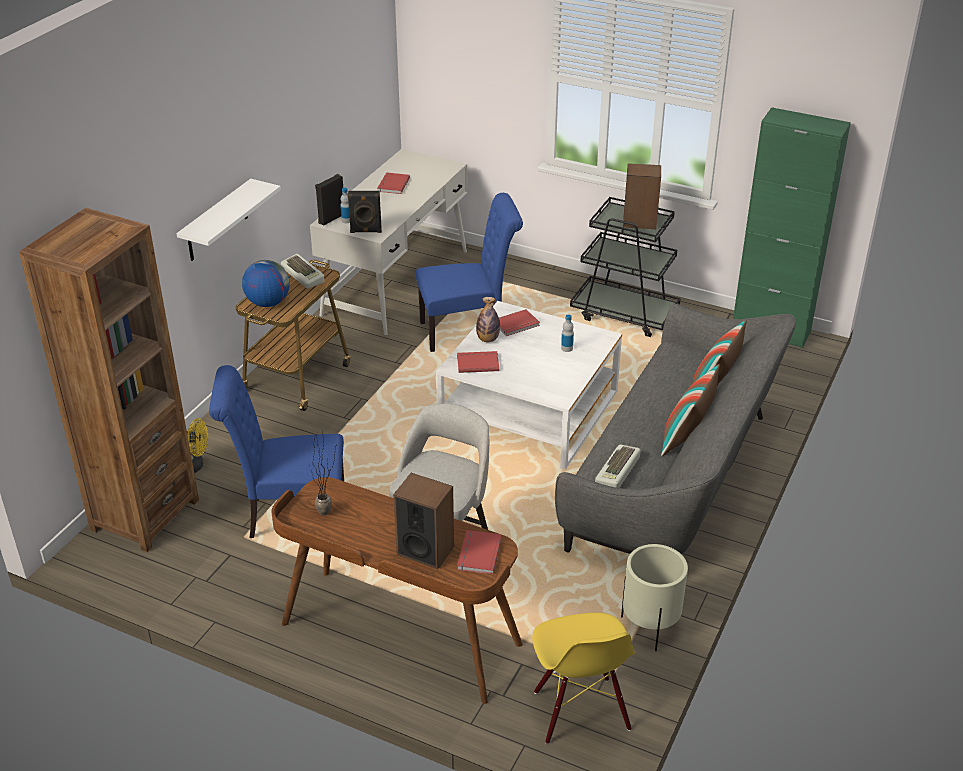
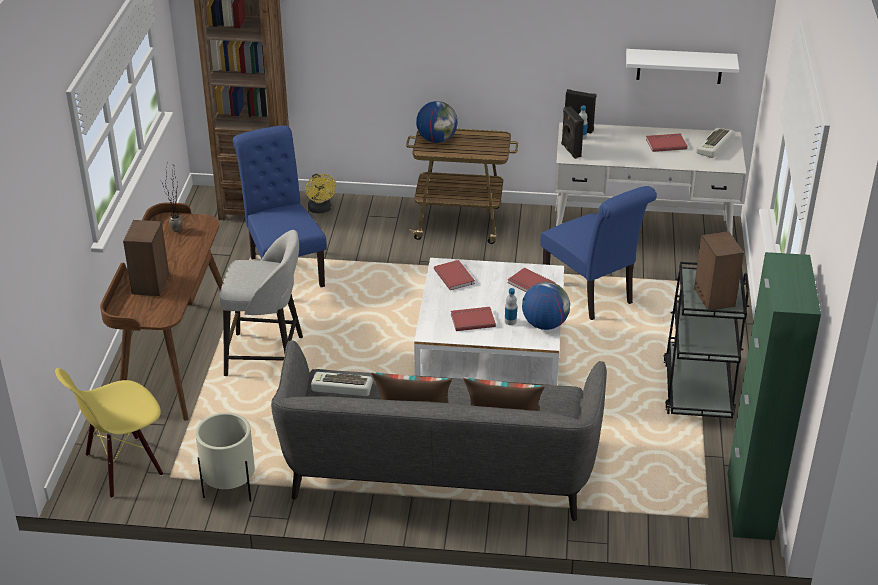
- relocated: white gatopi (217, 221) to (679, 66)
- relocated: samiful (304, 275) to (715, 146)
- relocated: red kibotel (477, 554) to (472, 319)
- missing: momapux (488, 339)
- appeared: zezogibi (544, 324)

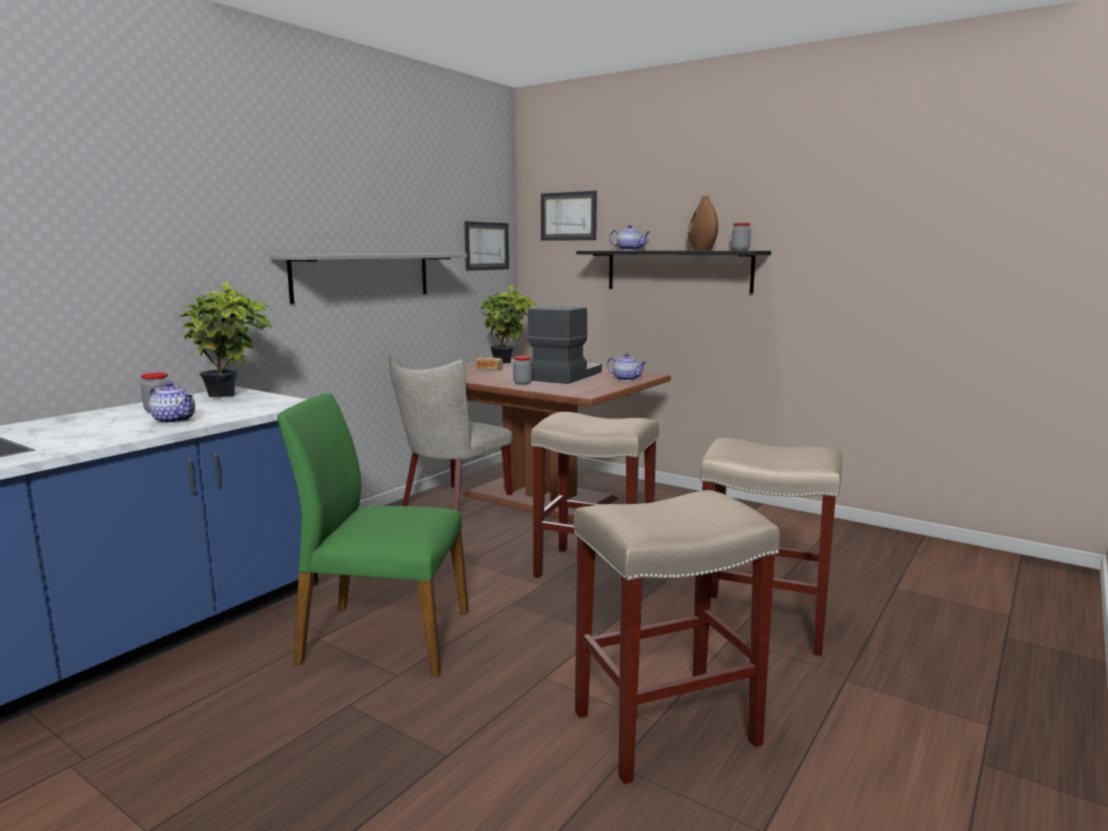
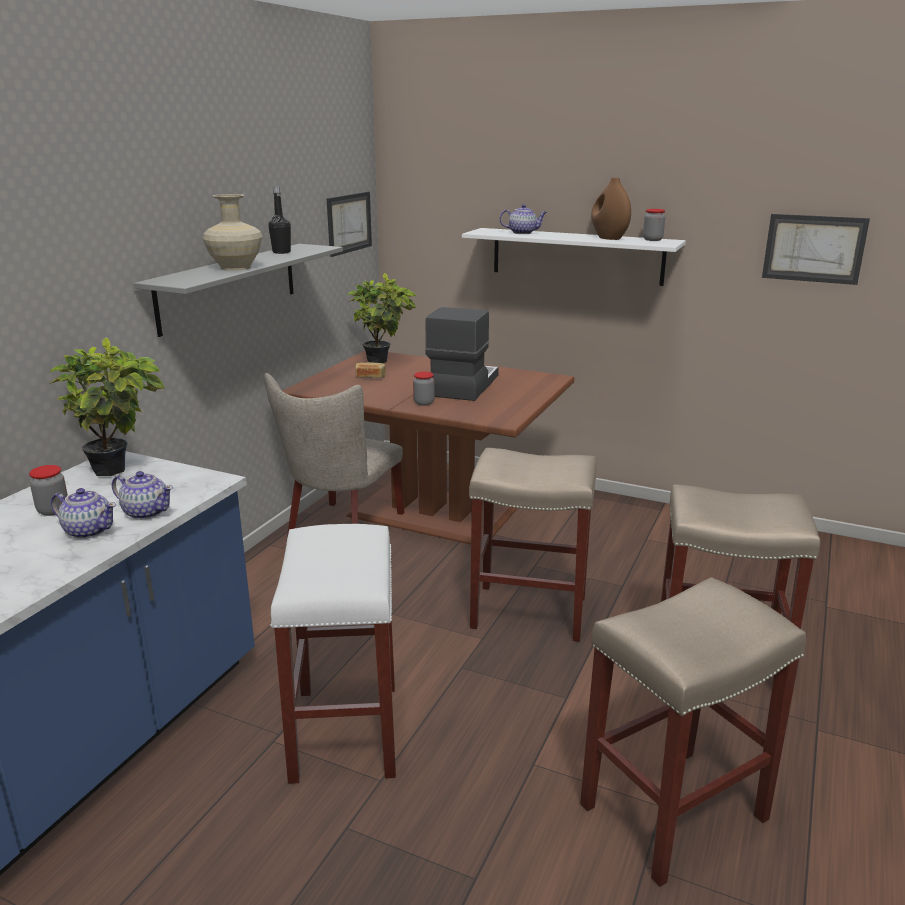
- exchanged: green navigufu (383, 637) to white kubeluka (344, 730)
- relocated: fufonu (568, 216) to (814, 248)
- colour: black gatopi (678, 270) to white gatopi (576, 256)
- relocated: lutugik (626, 379) to (146, 512)
- appeared: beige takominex (235, 268)
- appeared: black momapux (281, 252)

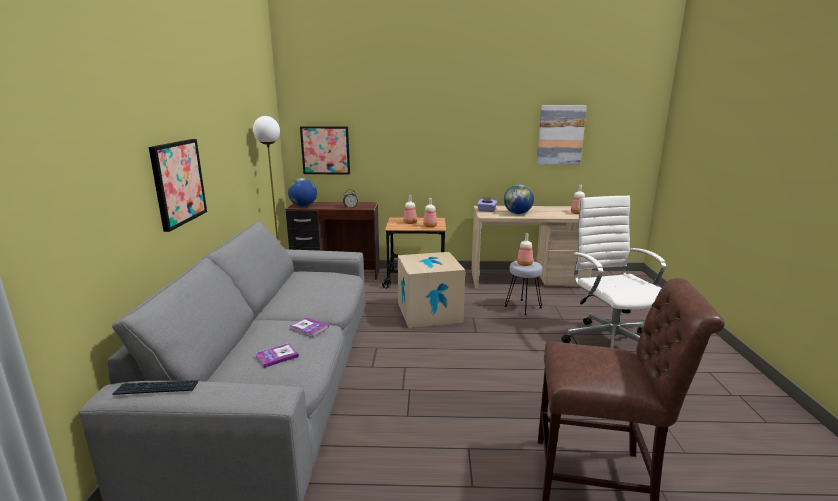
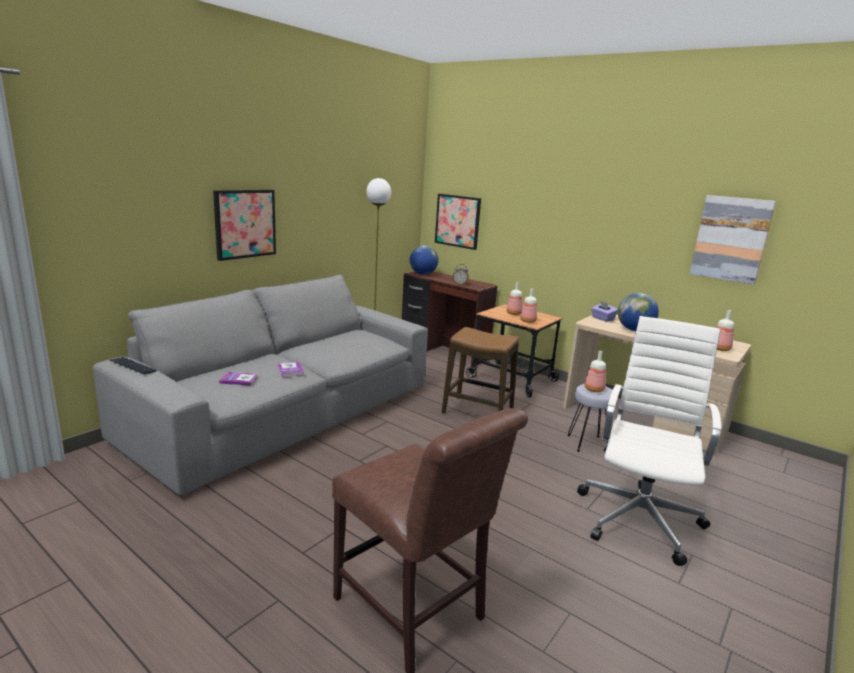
- exchanged: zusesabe (429, 313) to kubeluka (478, 412)

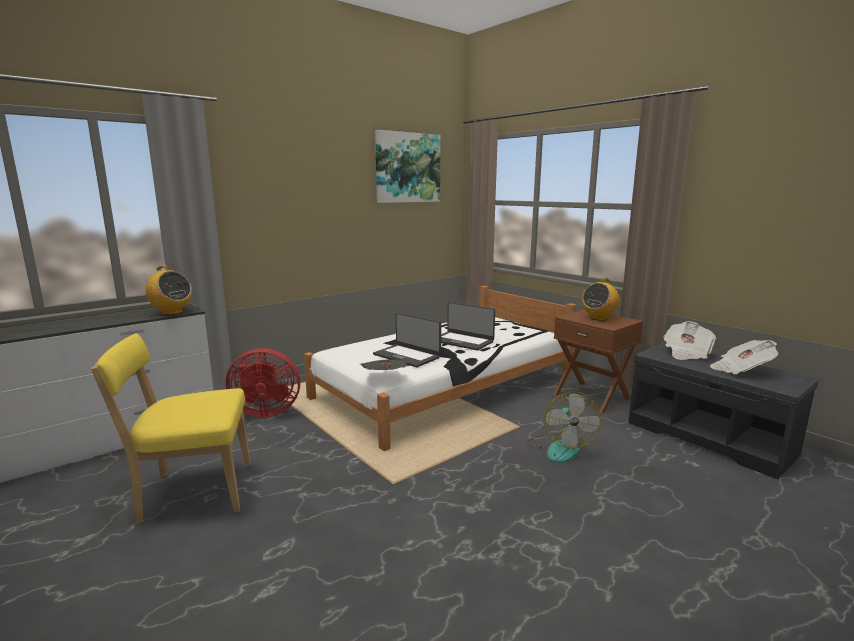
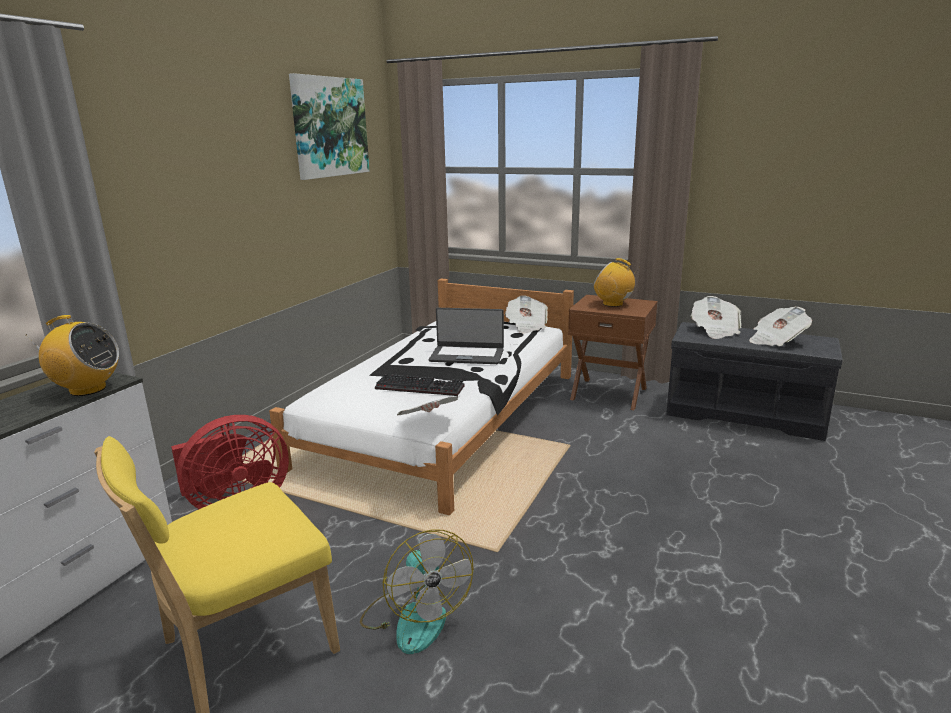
- exchanged: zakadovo (407, 356) to samiful (421, 387)
- relocated: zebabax (559, 448) to (415, 616)
- spun: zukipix (598, 318) = (613, 304) 105 degrees clockwise
- appeared: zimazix (526, 326)

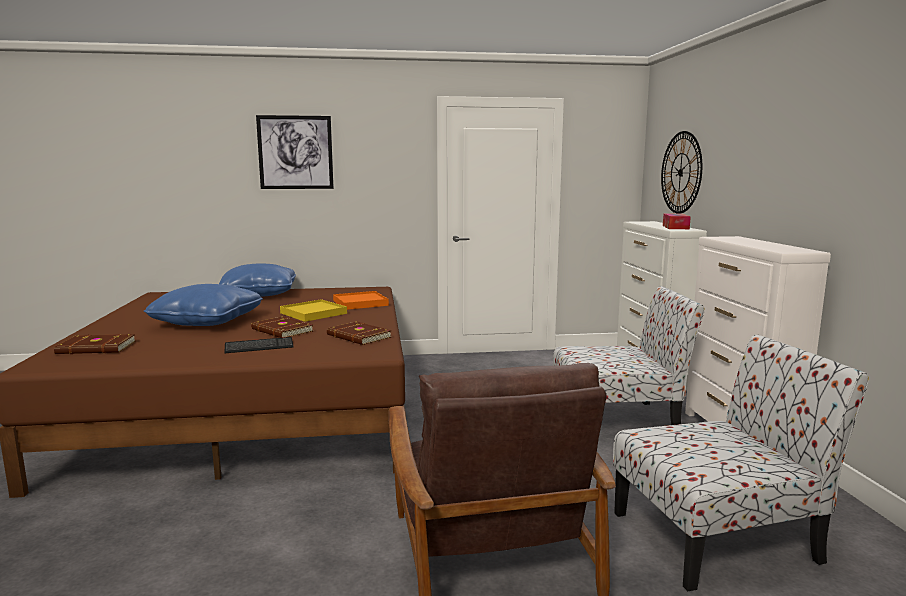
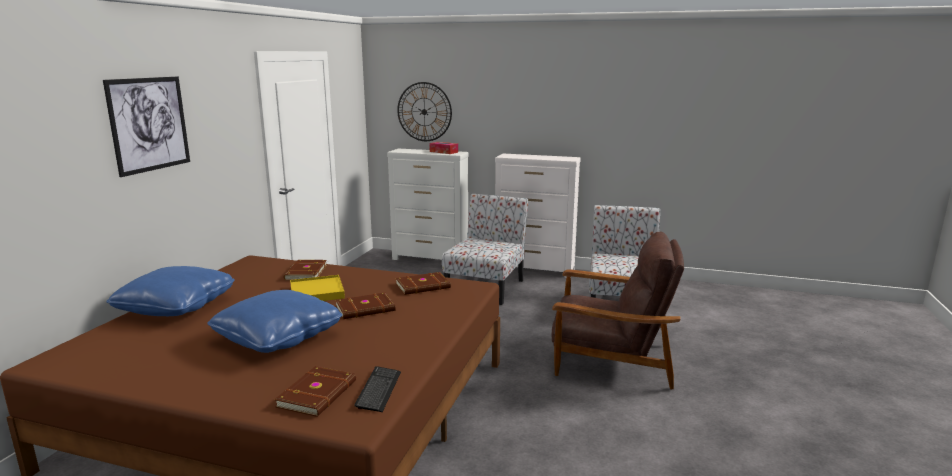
- relocated: samiful (259, 347) to (378, 390)
- exchanged: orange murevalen (360, 303) to brown kibotel (305, 272)

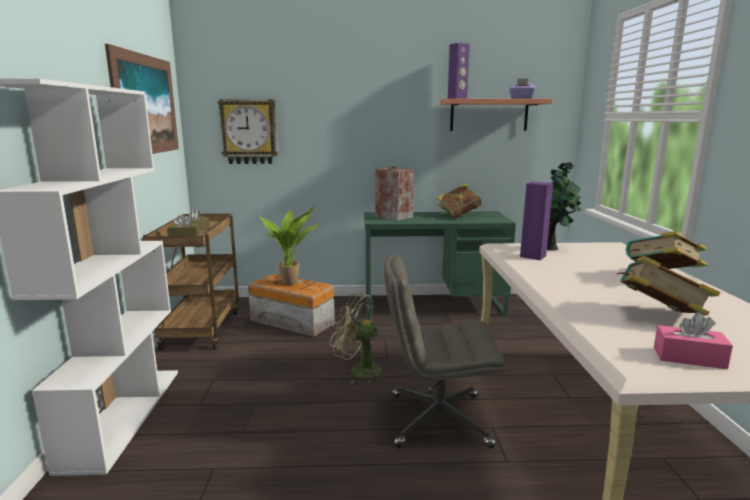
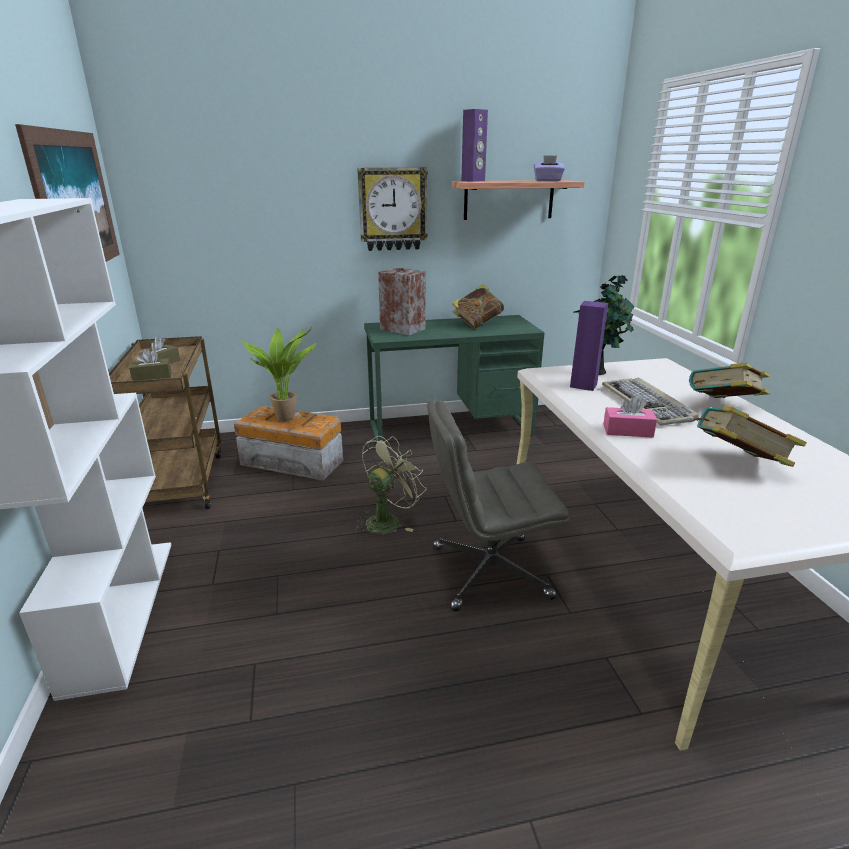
- relocated: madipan (249, 132) to (392, 209)
- spun: green zebabax (358, 371) = (387, 520) 120 degrees clockwise
- relocated: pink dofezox (689, 358) to (627, 431)
- appeared: samiful (648, 404)

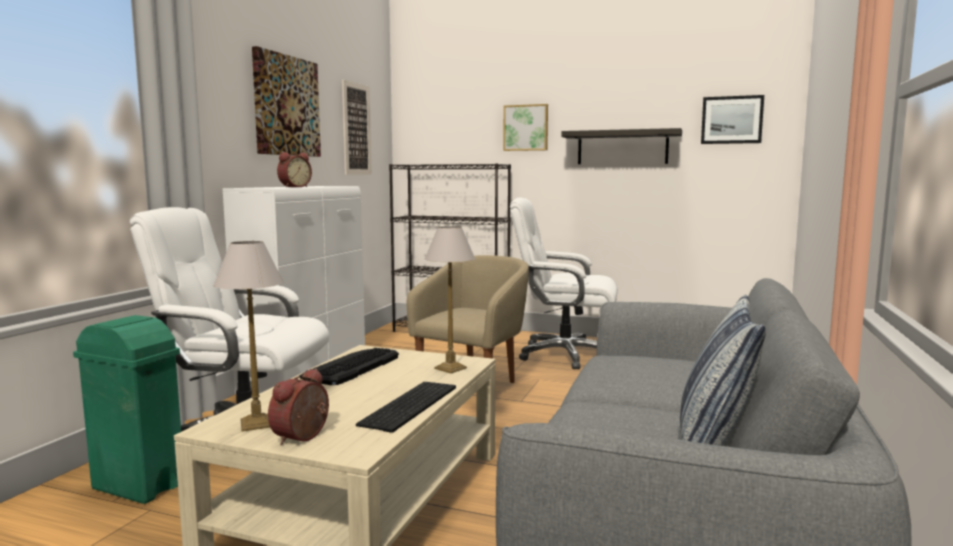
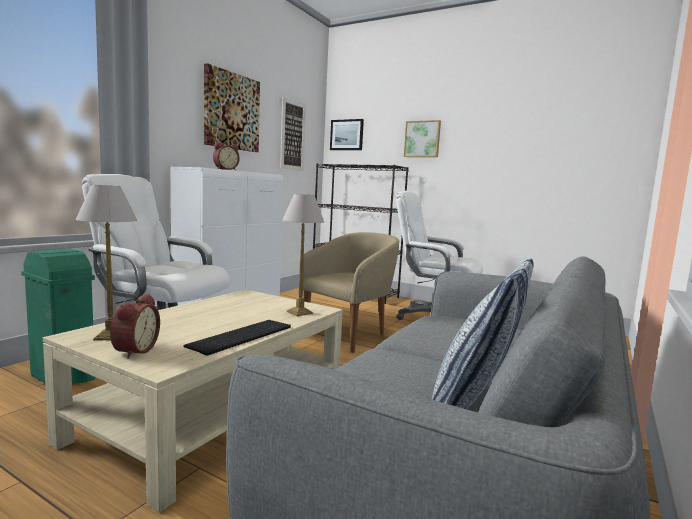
- spun: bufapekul (303, 437) = (133, 351) 150 degrees clockwise
- missing: samiful (350, 367)
- missing: gatopi (622, 147)
- relocated: fufonu (731, 120) to (347, 135)

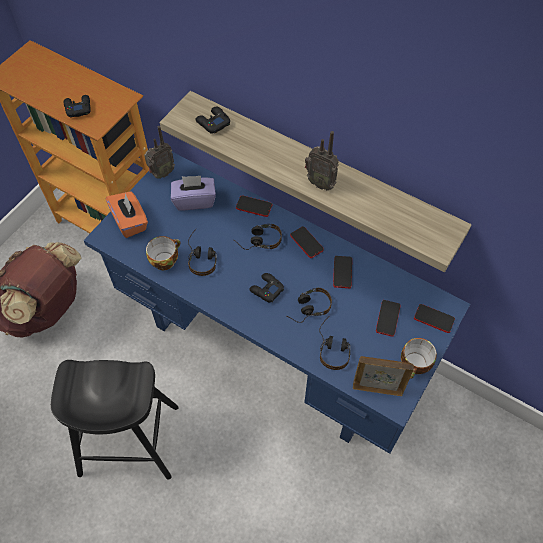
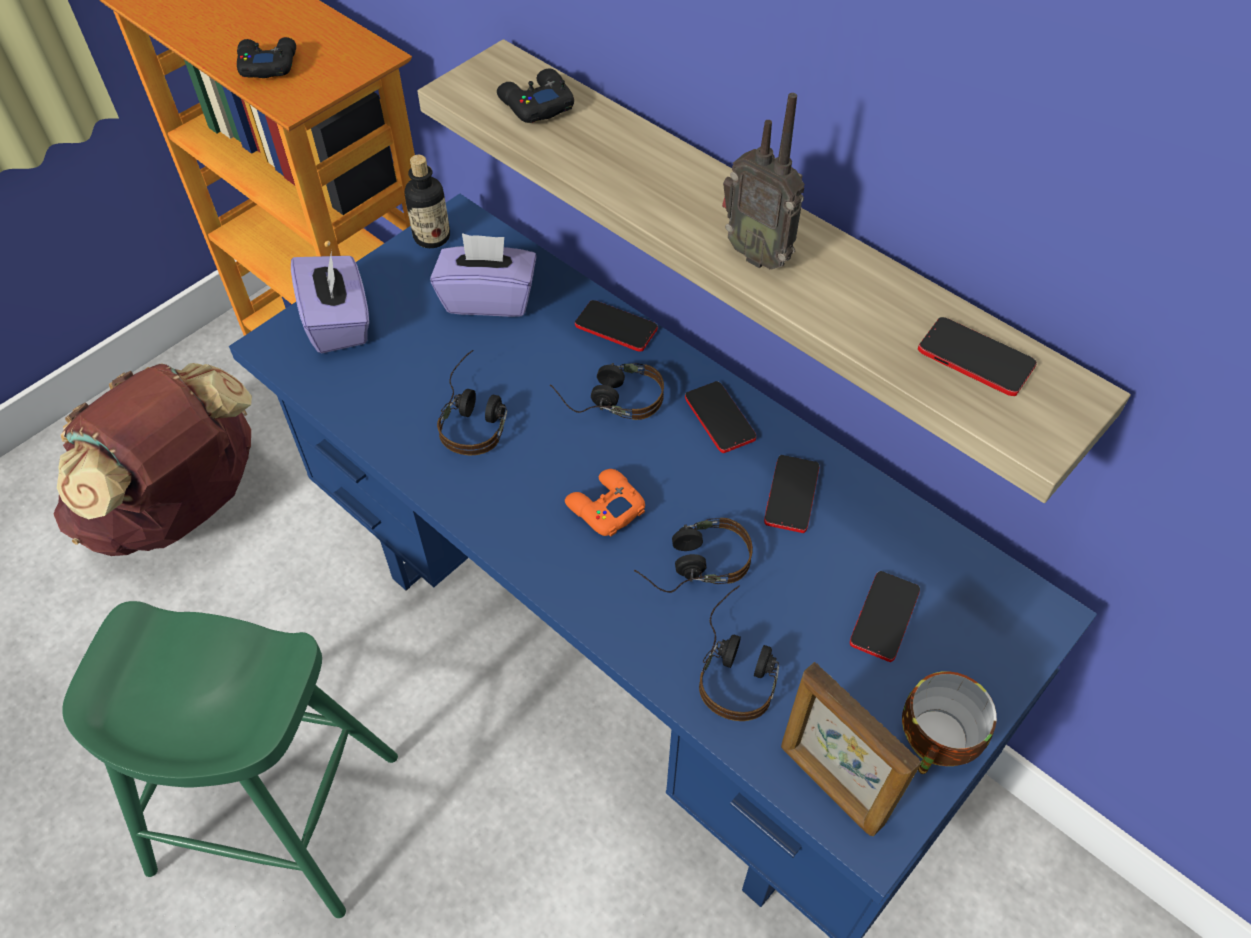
- colour: black kubeluka (129, 440) to green kubeluka (276, 813)
- colour: orange dofezox (130, 221) to purple dofezox (339, 322)
- exchanged: zukipix (161, 173) to momapux (432, 237)
- missing: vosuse (165, 260)
- colour: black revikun (266, 289) to orange revikun (604, 507)
- spun: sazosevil (377, 389) = (830, 786) 150 degrees counterclockwise
- relocated: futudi (434, 318) to (975, 358)

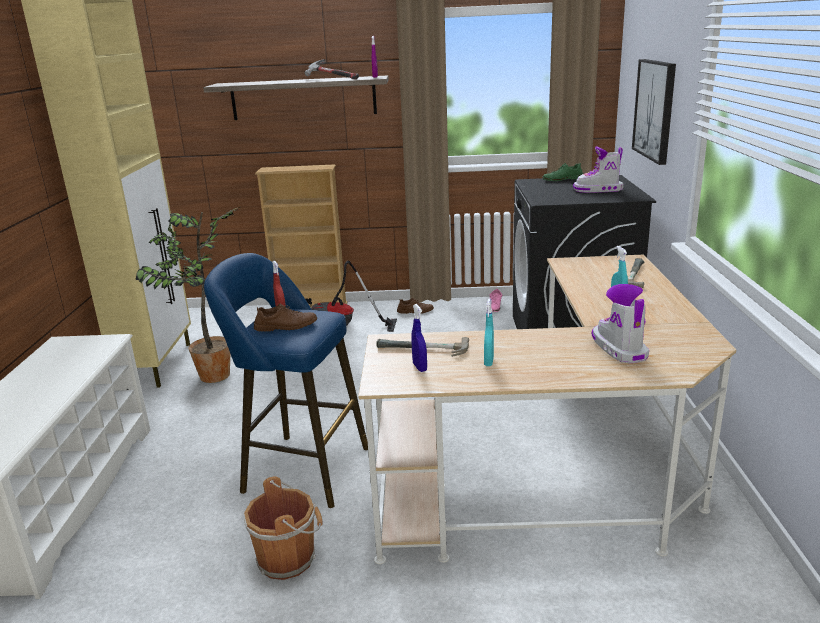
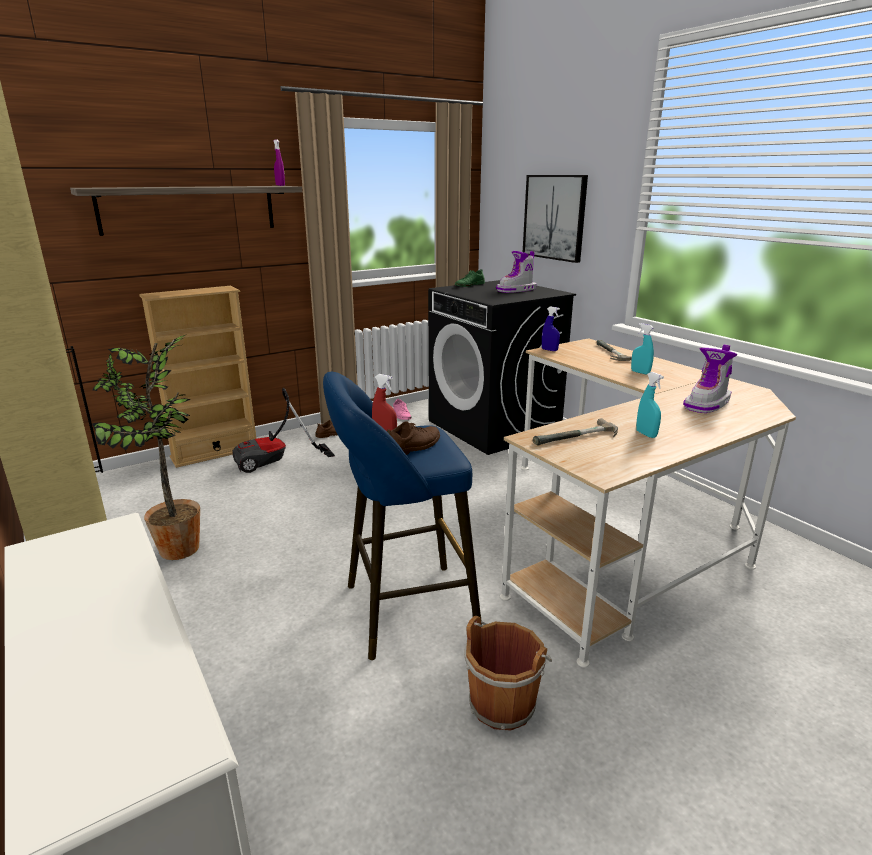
- missing: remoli (332, 79)
- relocated: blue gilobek (419, 367) to (549, 350)
- spun: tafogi (618, 348) = (707, 404) 90 degrees counterclockwise

